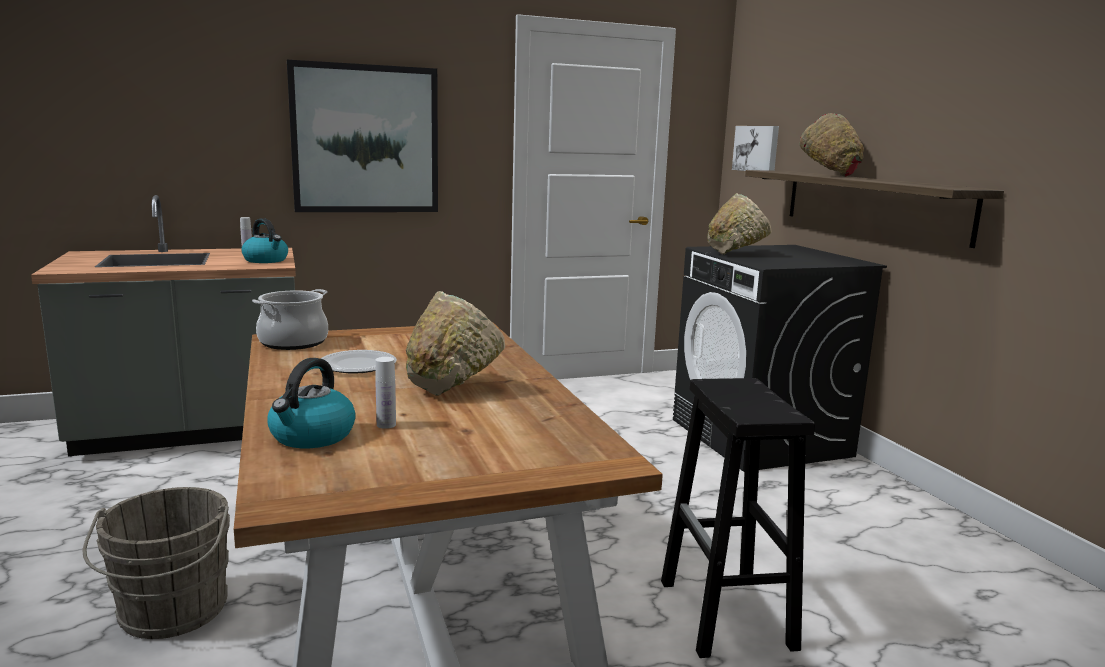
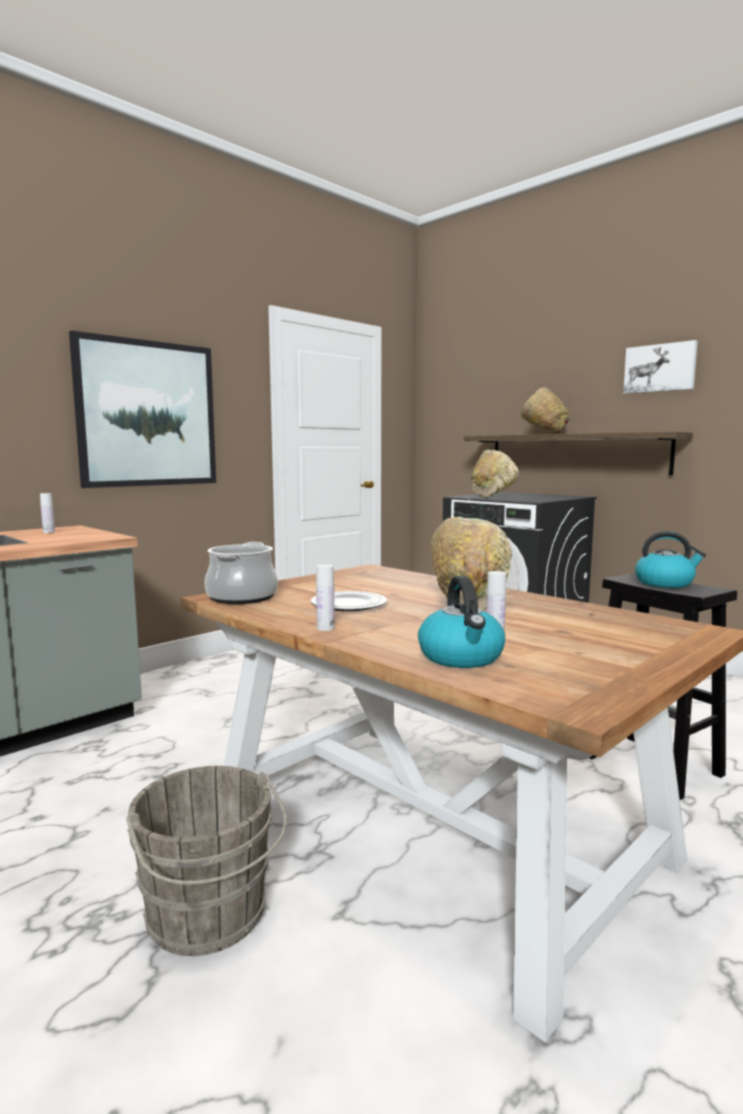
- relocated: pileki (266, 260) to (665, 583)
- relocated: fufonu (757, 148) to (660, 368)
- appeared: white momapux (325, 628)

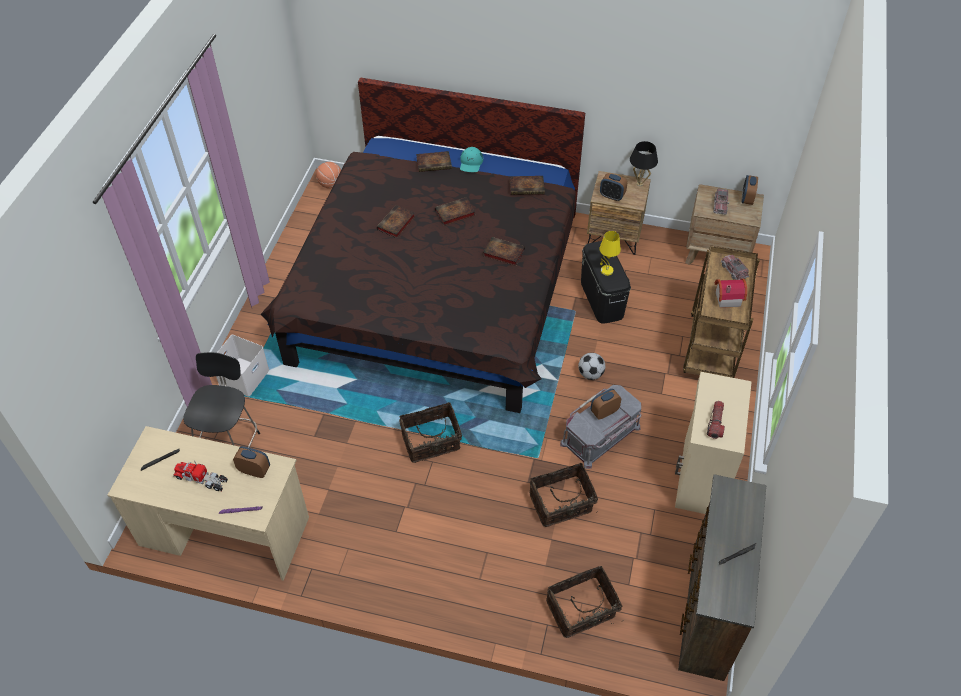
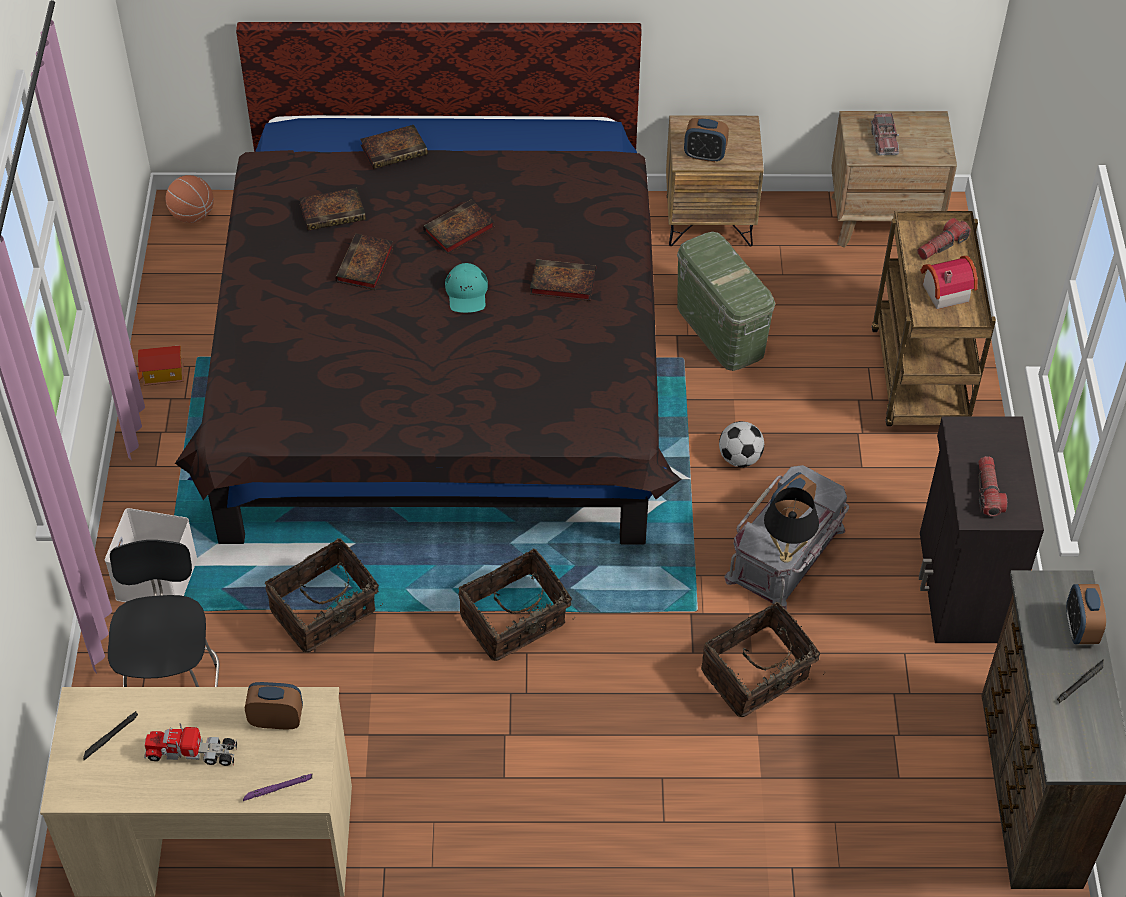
- relocated: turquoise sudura (471, 163) to (467, 293)
- relocated: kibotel (527, 187) to (334, 212)
- relocated: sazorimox (581, 610) to (325, 612)
- colour: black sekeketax (602, 299) to green sekeketax (721, 330)
- missing: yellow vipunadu (606, 271)
- relocated: black vipunadu (639, 184) to (785, 557)
- colour: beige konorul (700, 477) to black konorul (960, 587)
- exchanged: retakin (734, 271) to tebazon (942, 246)
- relocated: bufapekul (747, 199) to (1080, 629)
- appeared: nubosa (163, 376)

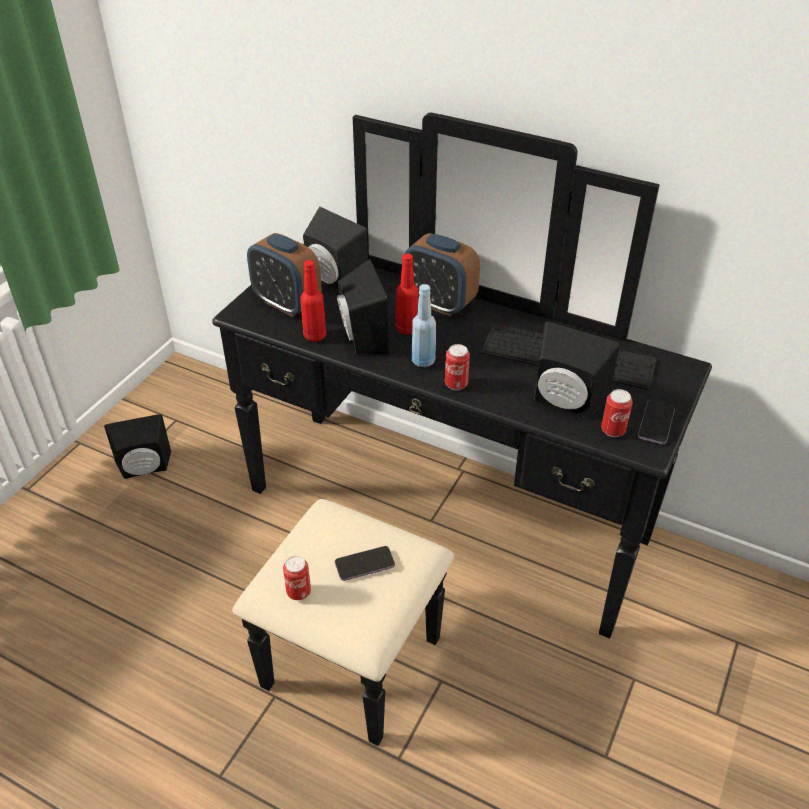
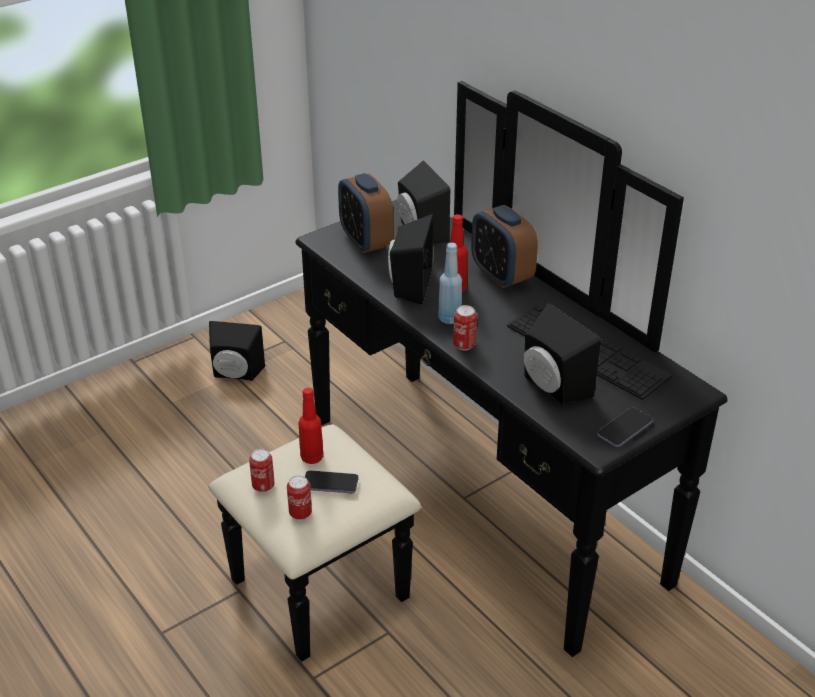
- relocated: red momapux (315, 336) to (312, 457)
- relocated: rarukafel (613, 430) to (300, 513)

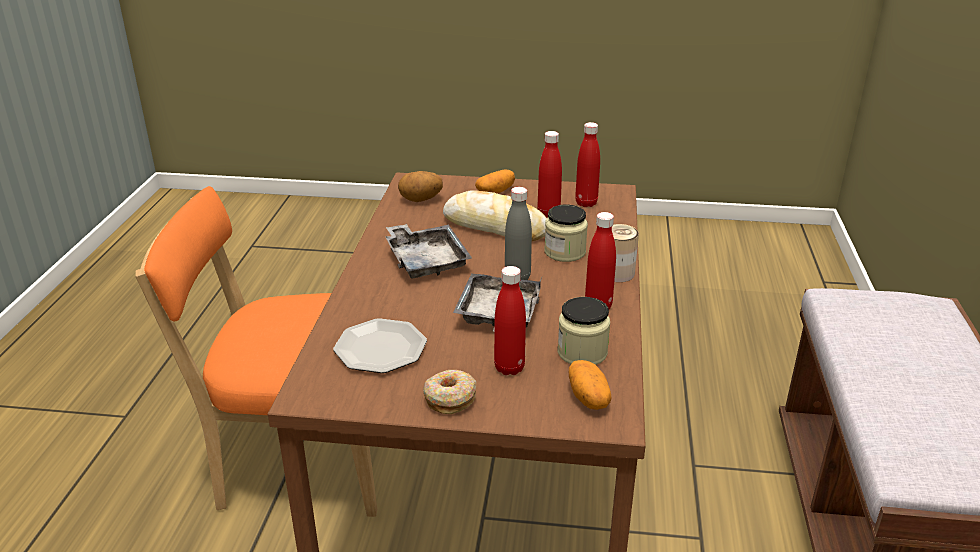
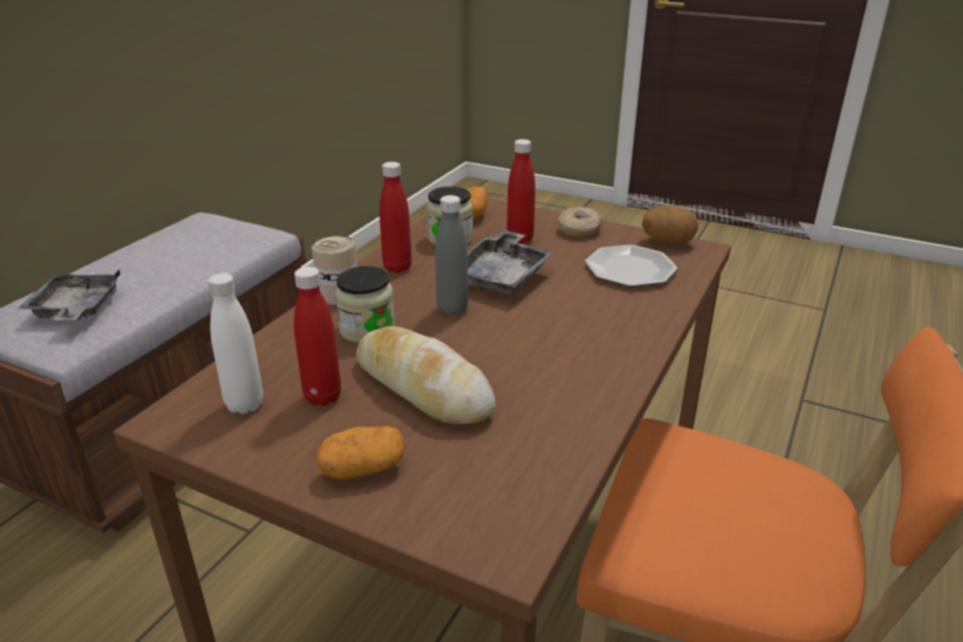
- relocated: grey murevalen (426, 261) to (75, 309)
- relocated: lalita (421, 200) to (667, 242)
- colour: red momapux (586, 203) to white momapux (245, 404)

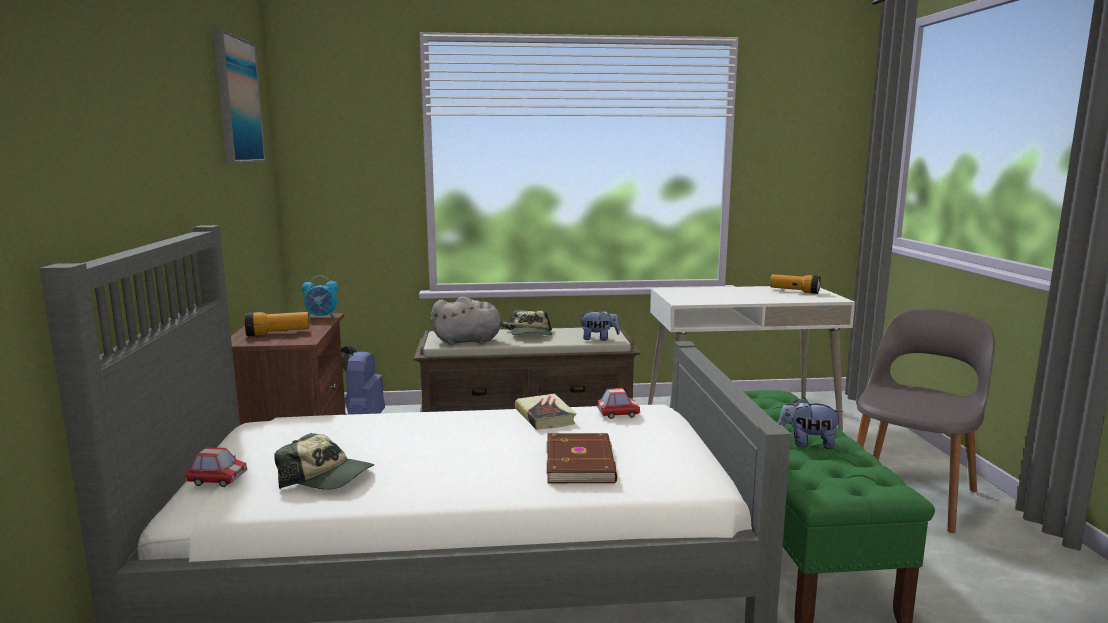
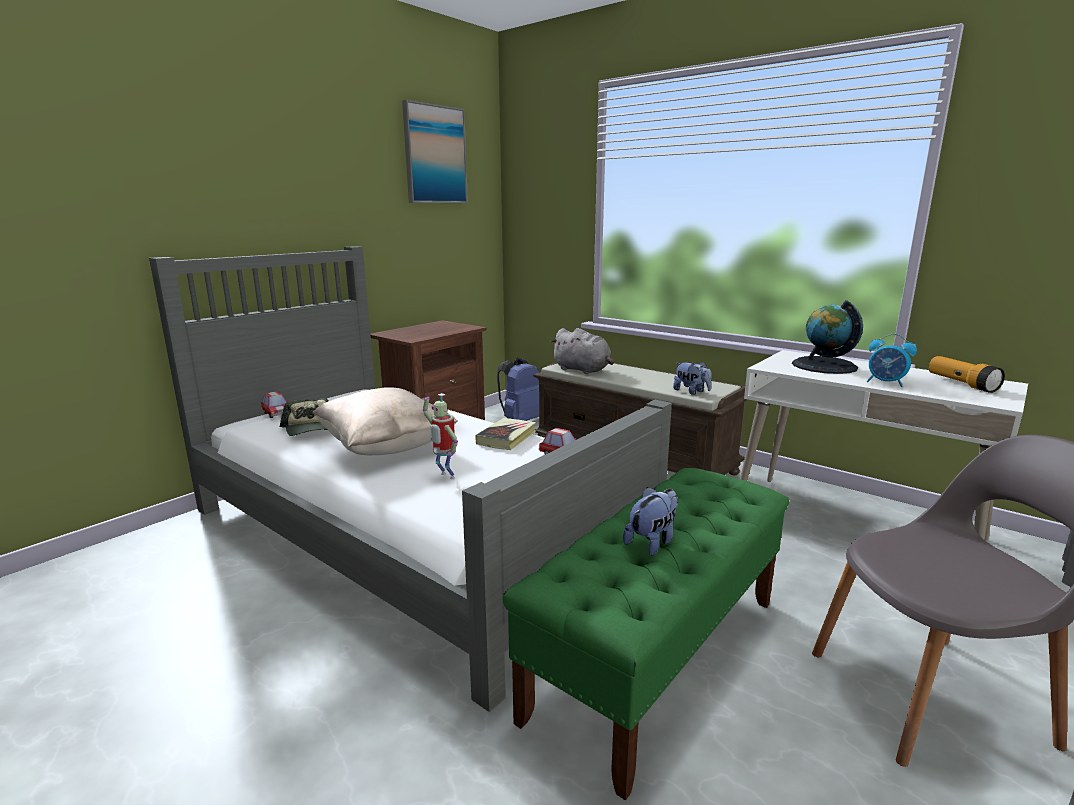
- missing: tebazon (278, 333)
- relocated: bufapekul (321, 317) to (886, 383)
- missing: sudura (531, 334)
- exchanged: brown kibotel (582, 462) to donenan (445, 476)
- spun: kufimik (807, 443) = (652, 542) 75 degrees clockwise
- appeared: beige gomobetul (385, 448)
- appeared: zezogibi (824, 366)

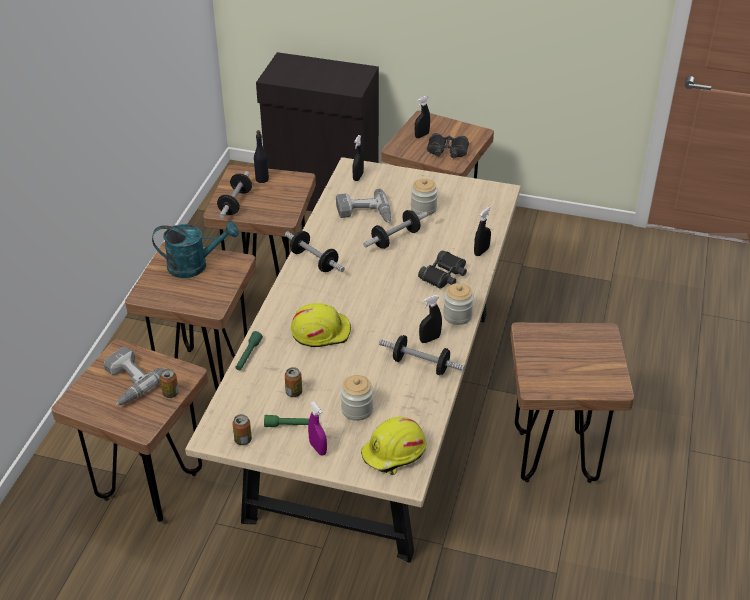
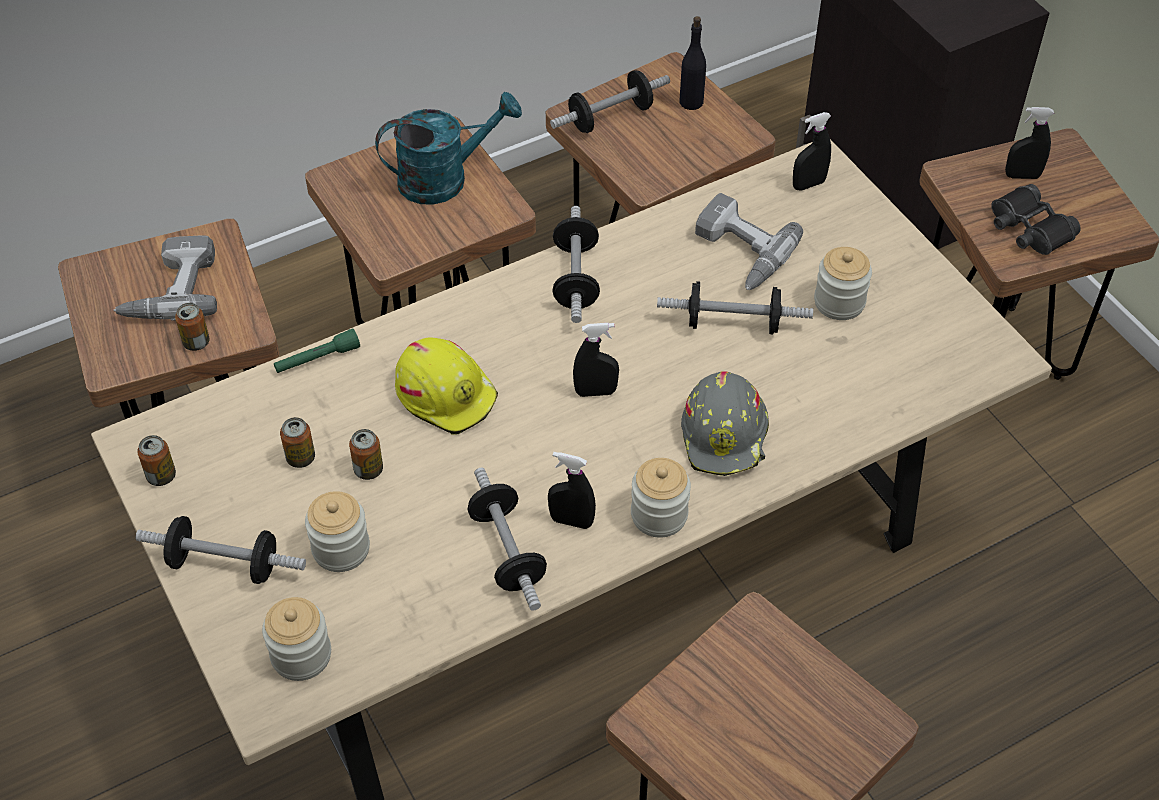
- spun: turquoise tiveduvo (195, 265) = (445, 178) 60 degrees counterclockwise
- missing: green tebazon (291, 425)
- exchanged: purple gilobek (318, 448) to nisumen (225, 564)
- exchanged: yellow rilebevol (394, 453) to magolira (301, 655)
- exchanged: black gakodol (444, 275) to grey rilebevol (725, 435)
- relocated: black gilobek (481, 251) to (595, 392)
- appeared: rarukafel (368, 470)

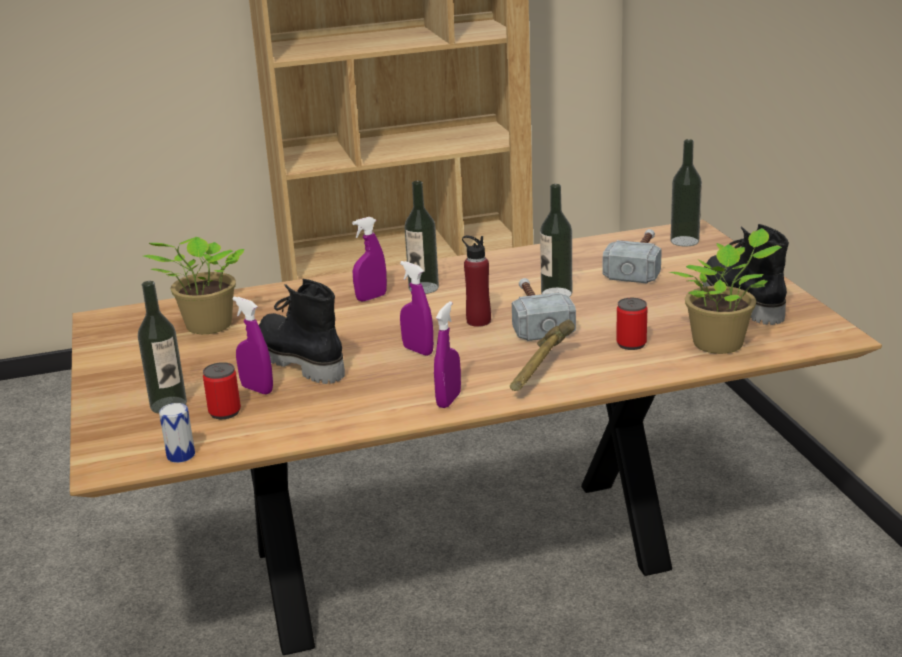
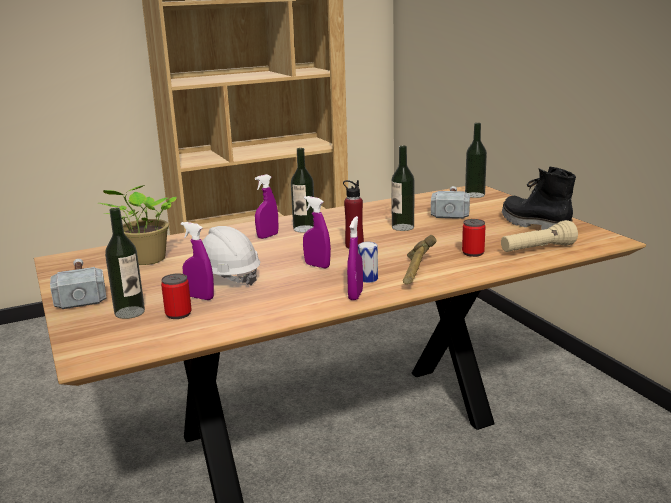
- relocated: rarukafel (181, 455) to (368, 279)
- exchanged: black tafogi (298, 361) to white rilebevol (226, 277)
- relocated: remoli (536, 318) to (80, 290)
- exchanged: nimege (722, 344) to beige tebazon (537, 250)

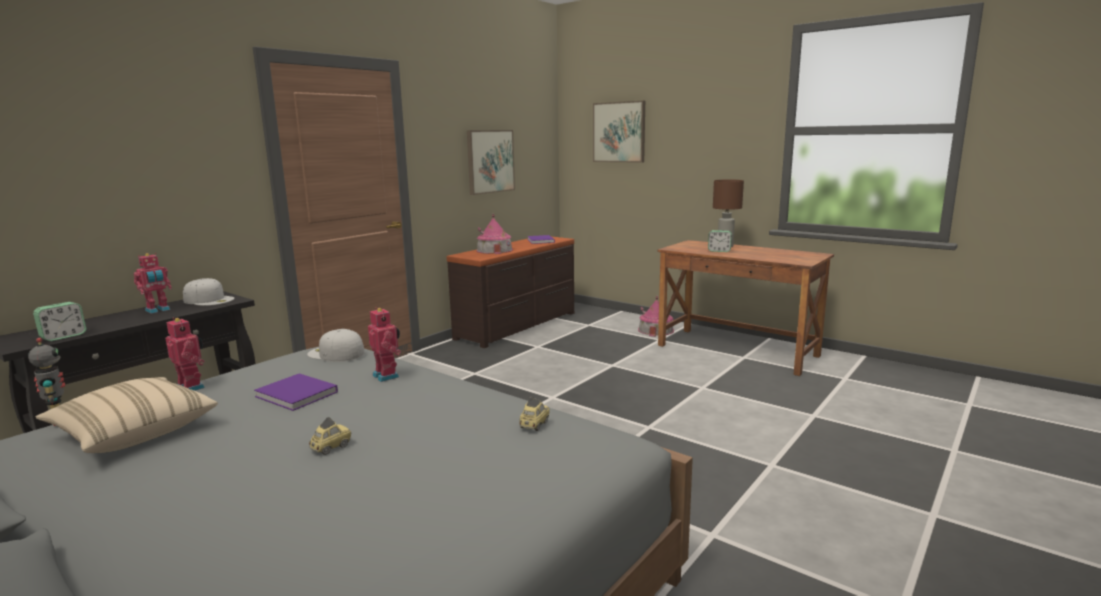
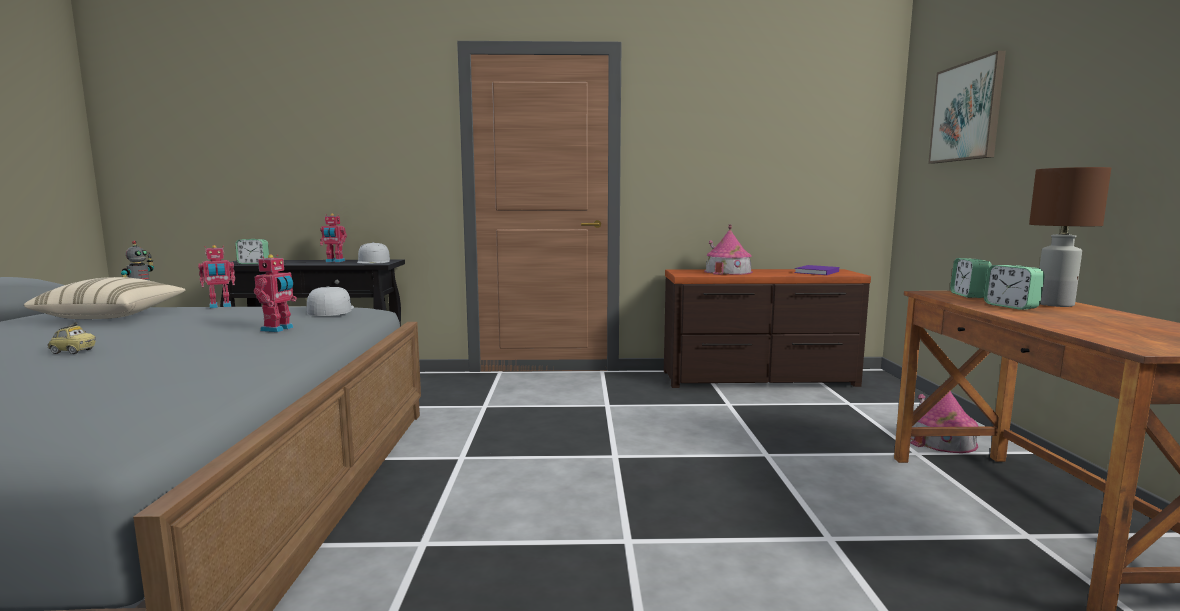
- spun: donenan (191, 387) = (220, 306) 60 degrees clockwise
- missing: purple kibotel (298, 395)
- missing: fufonu (490, 161)
- missing: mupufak (534, 425)
- appeared: bufapekul (968, 295)

